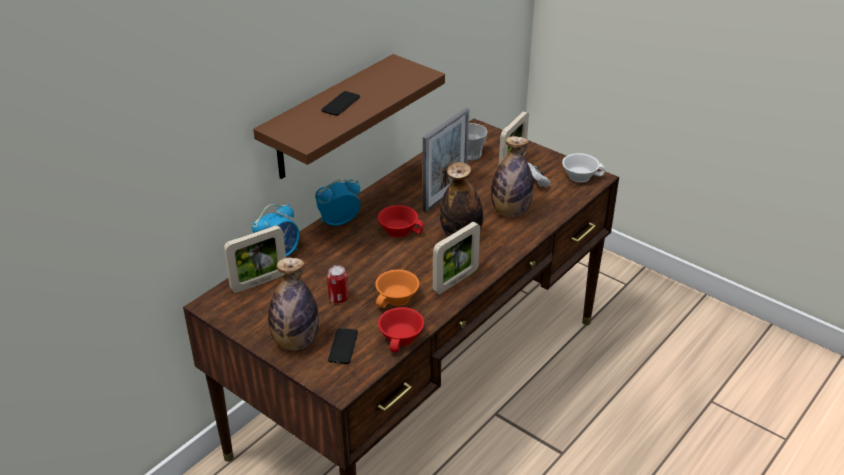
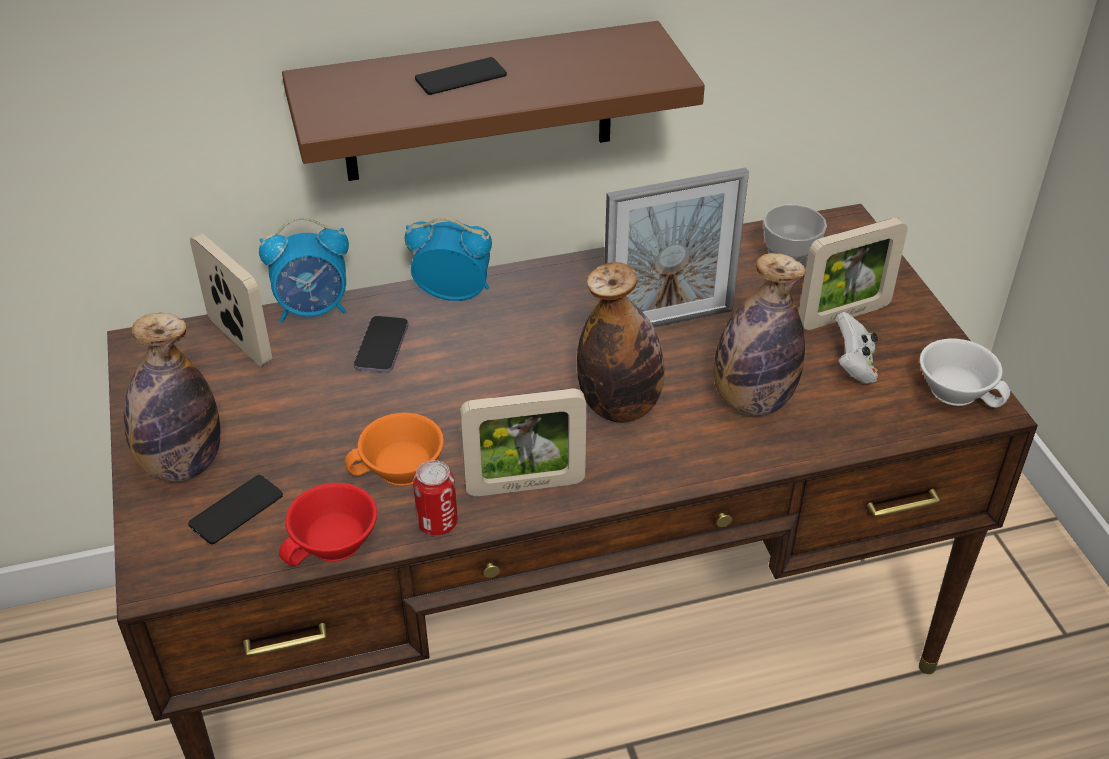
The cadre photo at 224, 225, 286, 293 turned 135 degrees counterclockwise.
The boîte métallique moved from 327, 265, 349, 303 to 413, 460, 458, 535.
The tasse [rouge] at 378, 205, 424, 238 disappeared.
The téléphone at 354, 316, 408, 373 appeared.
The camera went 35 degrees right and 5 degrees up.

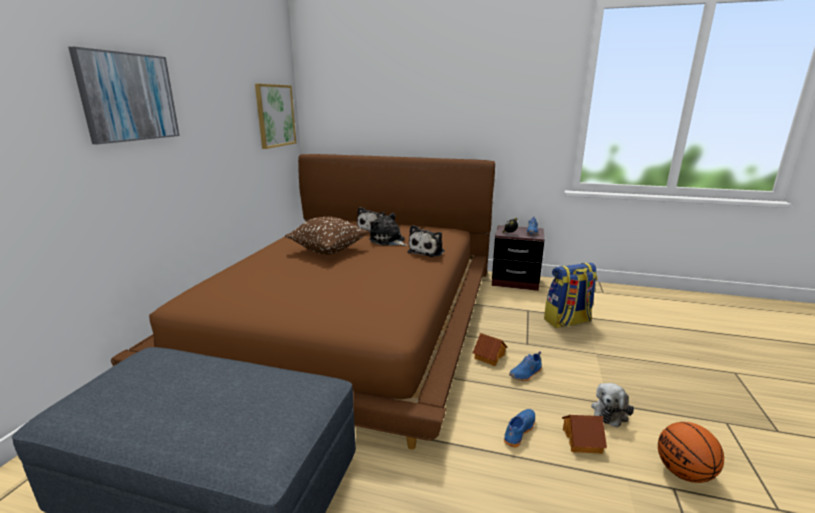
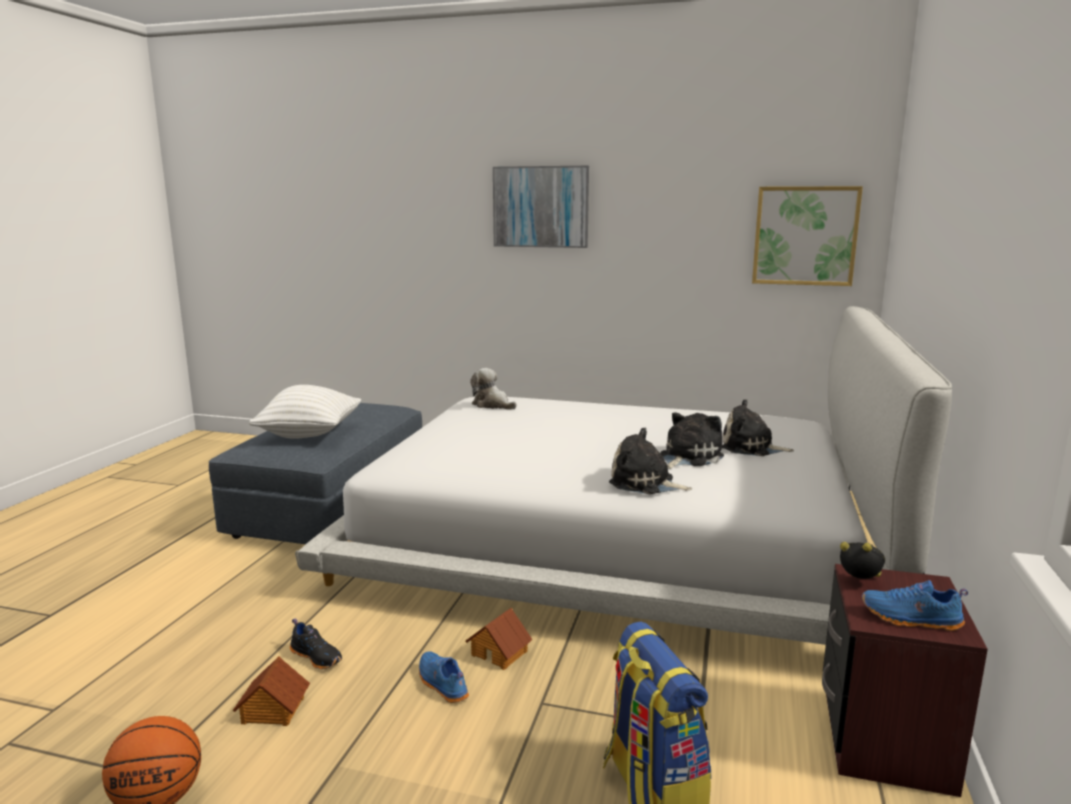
The lit [marron] at 111, 154, 495, 450 became the lit [blanc] at 295, 306, 952, 645.
The coussin [marron] at 285, 217, 369, 255 disappeared.
The chaussure [bleu] at 504, 409, 535, 447 became the chaussure [noir] at 290, 619, 342, 669.
The peluche moved from 591, 383, 634, 428 to 470, 368, 517, 410.
The coussin [blanc] at 249, 385, 361, 439 appeared.
The camera went 90 degrees right and 5 degrees down.

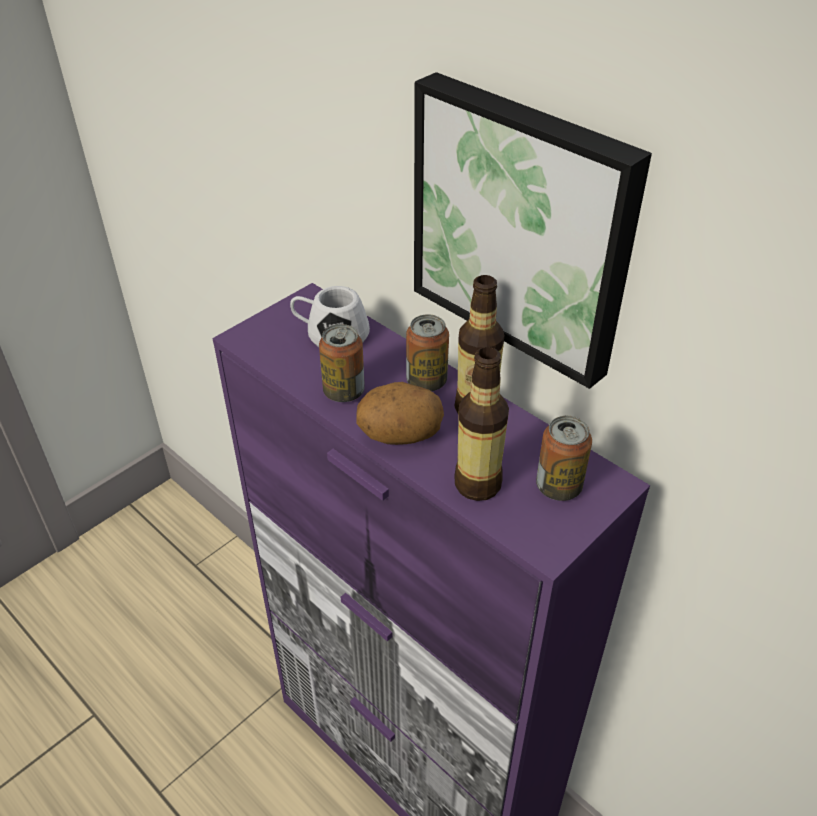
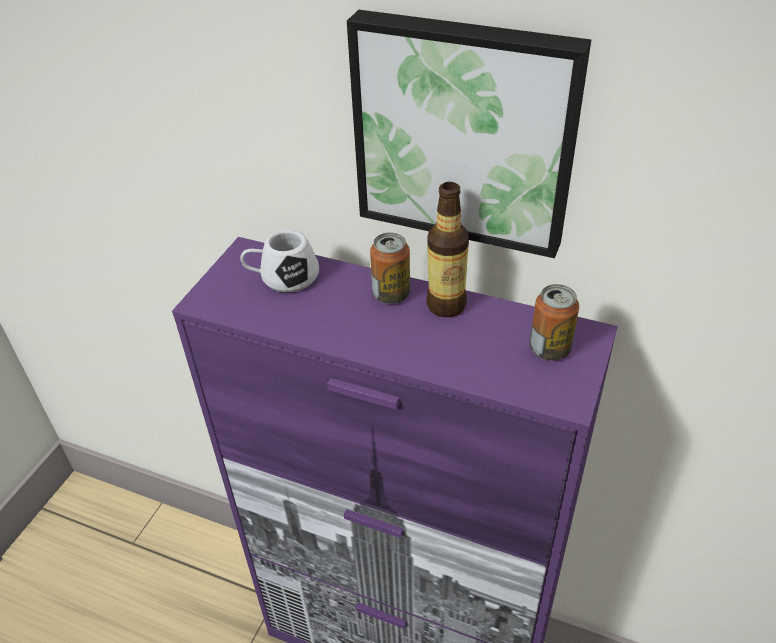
The boîte métallique at 319, 324, 365, 402 disappeared.
The pomme de terre at 356, 382, 444, 445 disappeared.
The bouteille at 454, 347, 509, 501 disappeared.
The camera went 20 degrees left and 0 degrees up.

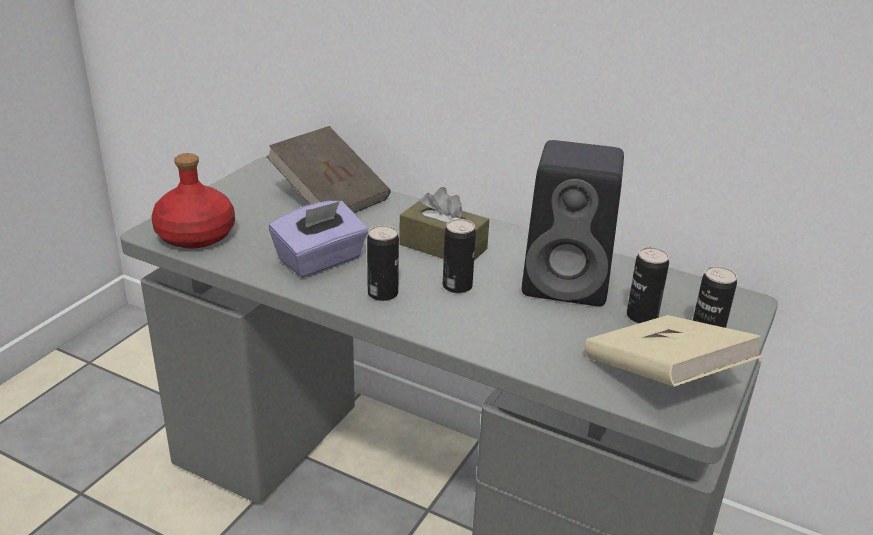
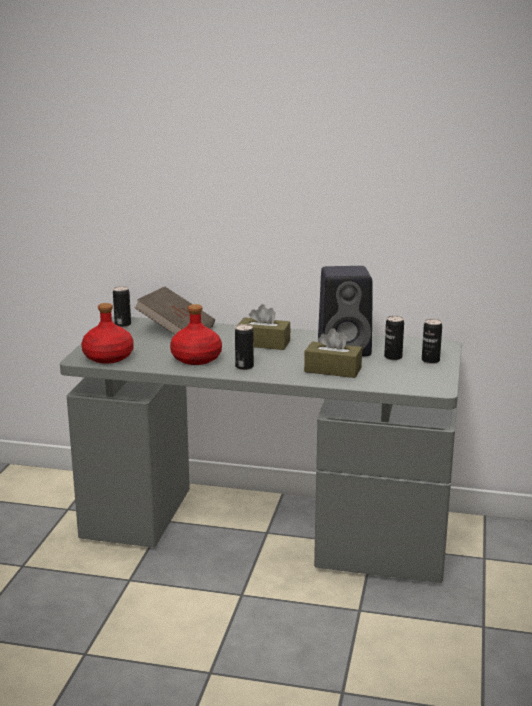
The boîte à mouchoirs [violet] at 269, 201, 368, 278 was replaced by the bouteille [rouge] at 170, 304, 222, 365.
The boîte métallique moved from 443, 219, 476, 293 to 113, 286, 131, 327.
The livre [beige] at 585, 315, 762, 387 disappeared.
The boîte à mouchoirs [marron] at 304, 328, 362, 378 appeared.
The camera went 15 degrees left and 10 degrees down.

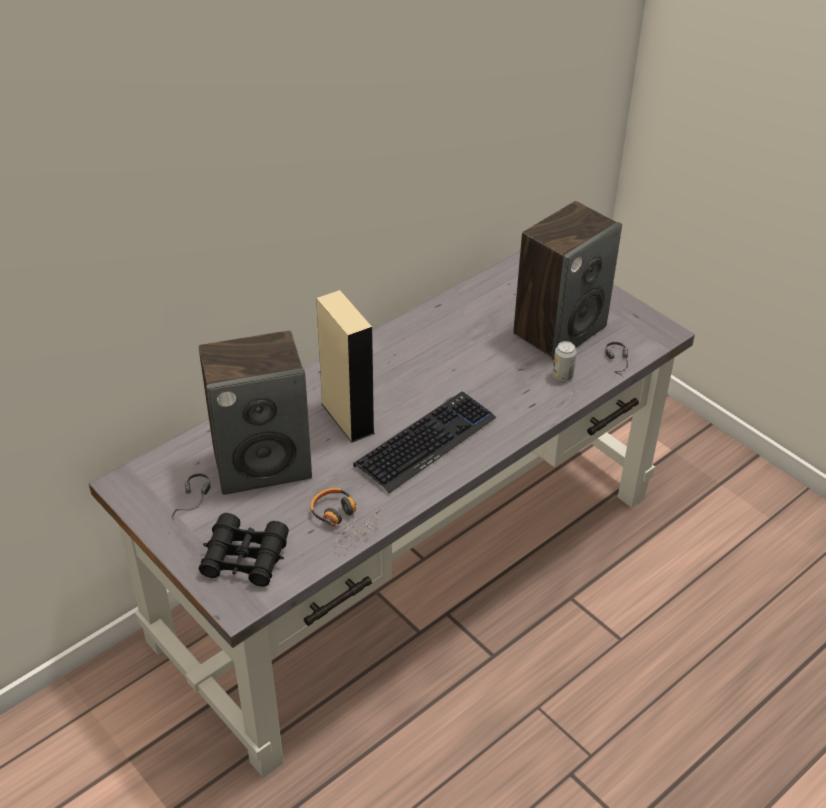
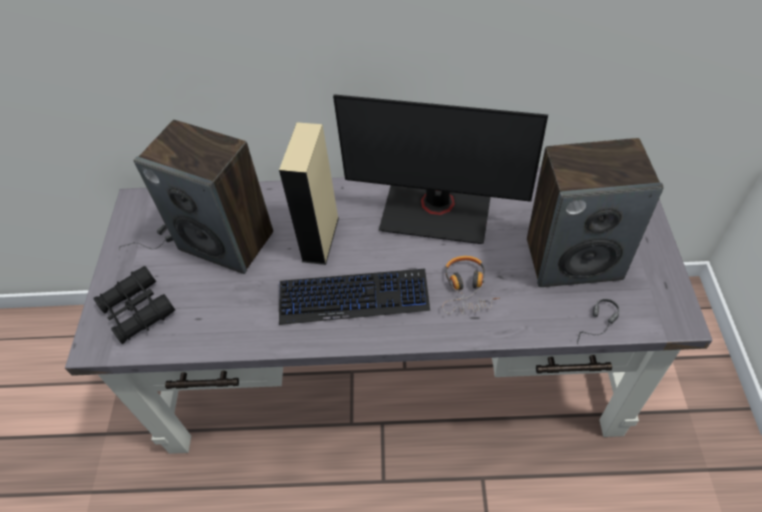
The casque audio moved from 310, 488, 381, 548 to 442, 256, 500, 314.
The boîte métallique at 552, 341, 577, 382 disappeared.
The écran d'ordinateur at 333, 94, 548, 244 appeared.
The camera went 45 degrees right and 10 degrees up.

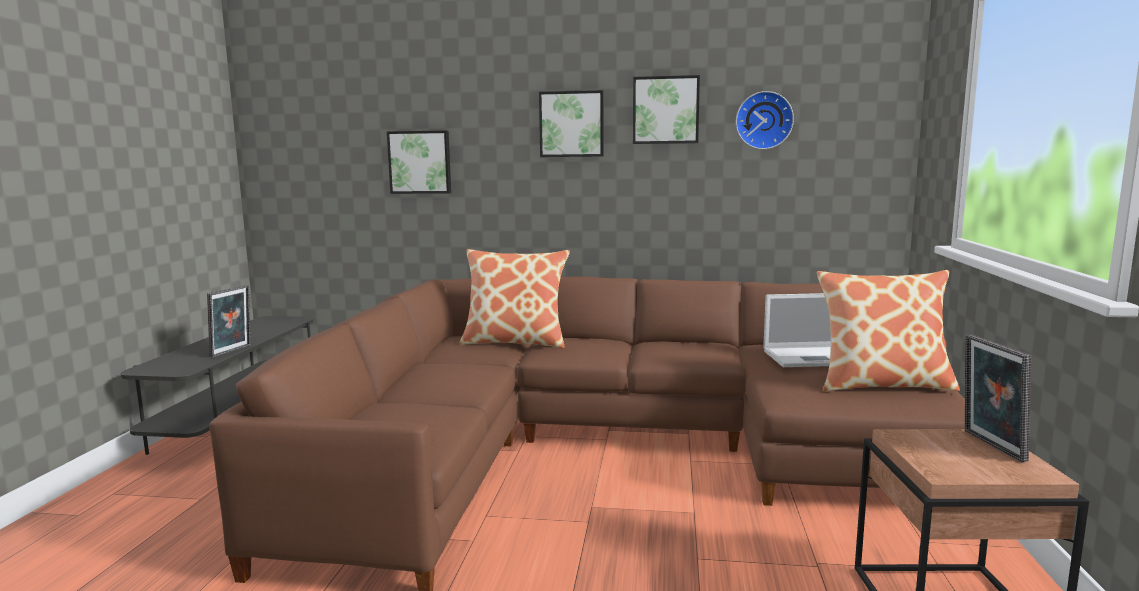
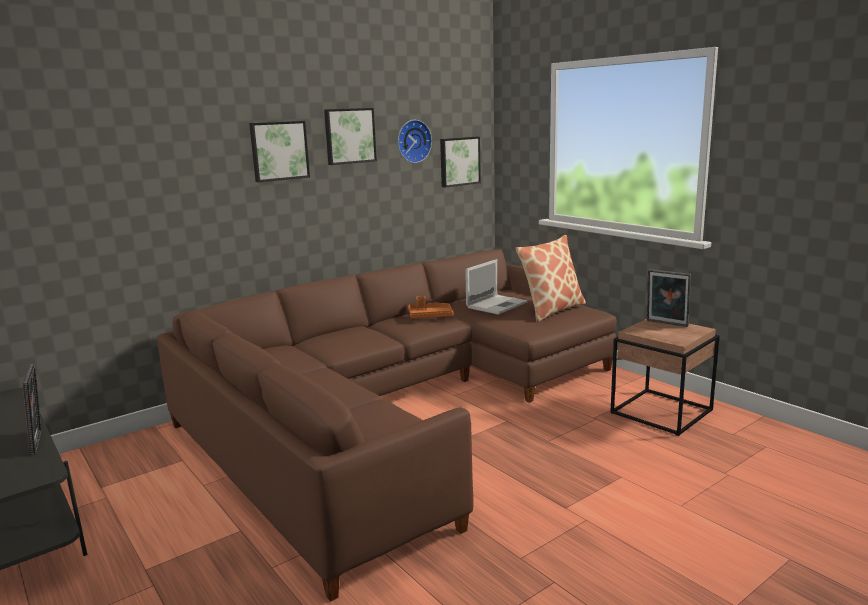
The tableau moved from 387, 130, 451, 194 to 440, 137, 481, 187.
The coussin at 459, 249, 570, 348 disappeared.
The plateau [orange] at 408, 296, 453, 319 appeared.
The camera went 45 degrees left and 5 degrees up.

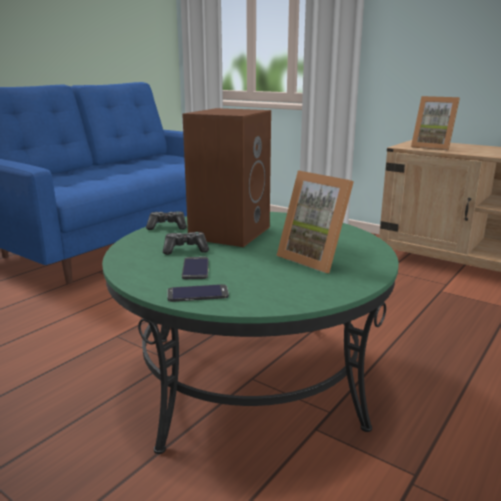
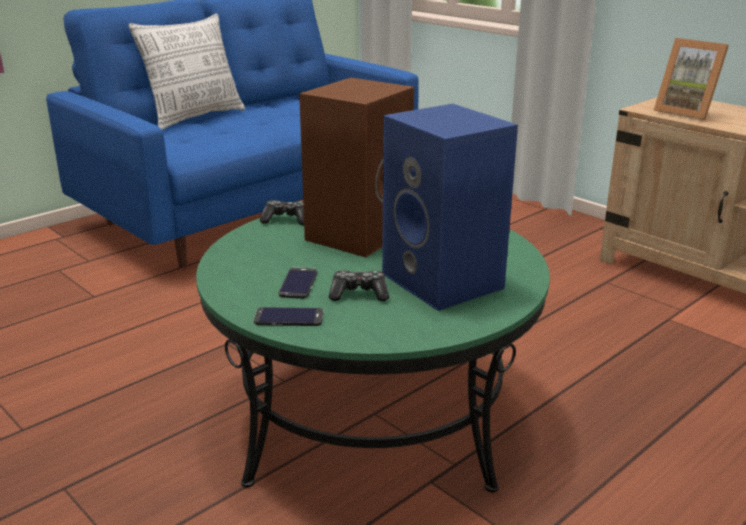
The manette moved from 163, 232, 209, 255 to 329, 270, 389, 301.
The cadre photo at 276, 170, 354, 273 was replaced by the enceinte [bleu] at 382, 104, 518, 311.
The coussin at 129, 14, 245, 130 appeared.
The camera went 10 degrees right and 5 degrees up.

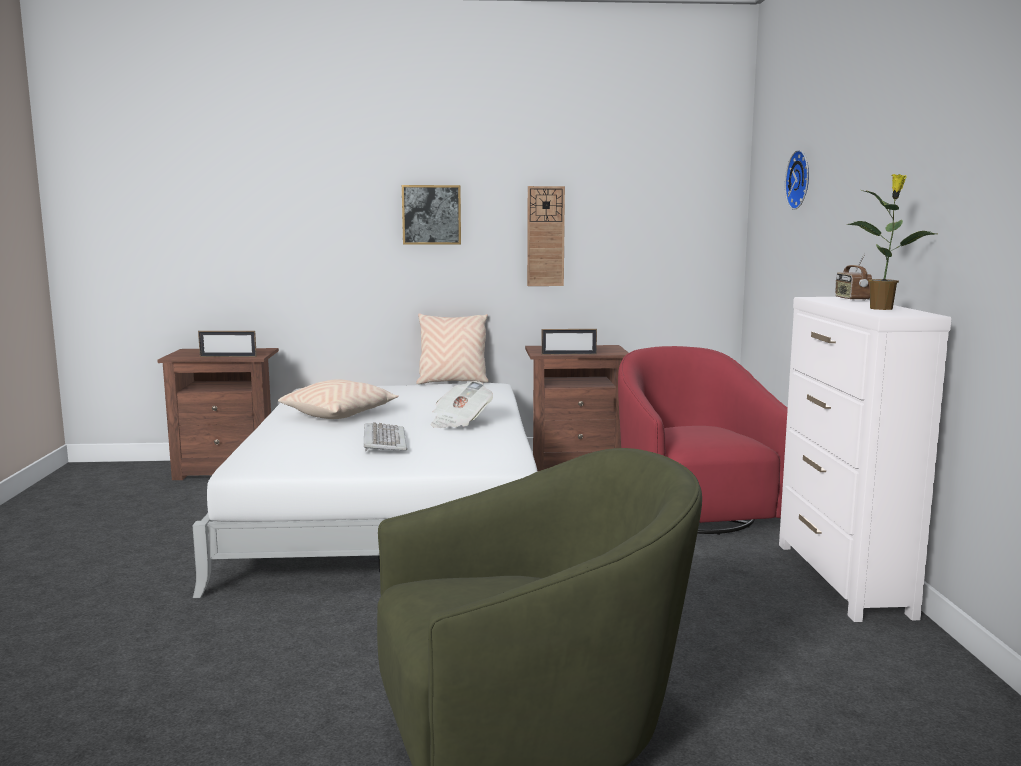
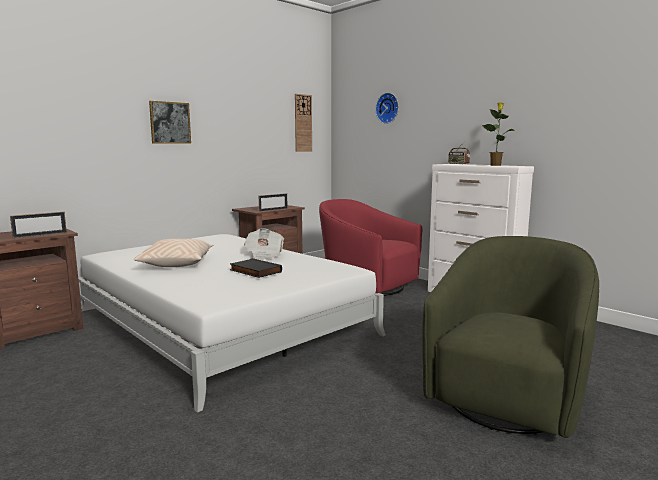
The clavier at 364, 422, 407, 451 was replaced by the livre [noir] at 230, 258, 282, 278.
The coussin [beige] at 416, 313, 489, 384 disappeared.
The horloge murale moved from 527, 186, 565, 286 to 295, 94, 312, 152.
The camera went 40 degrees left and 0 degrees up.

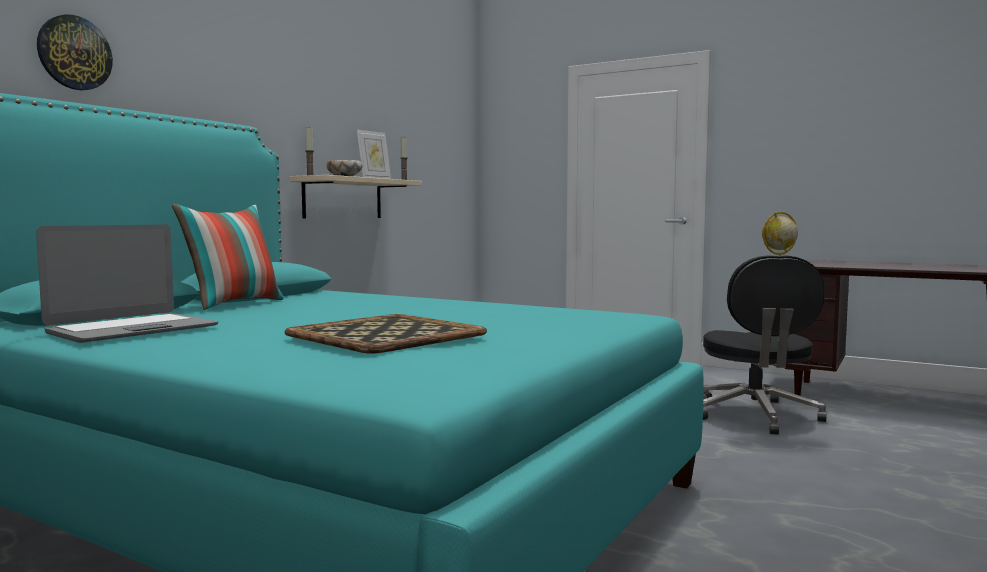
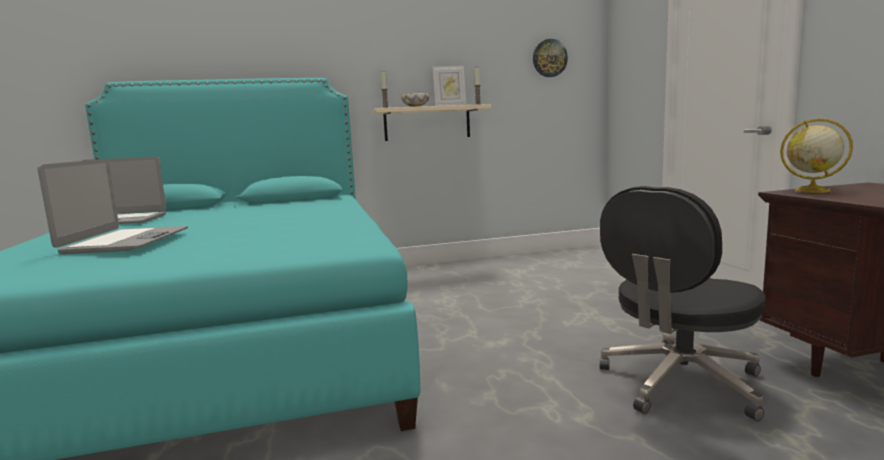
The horloge murale moved from 37, 15, 113, 90 to 533, 39, 568, 77.
The coussin at 172, 204, 284, 310 disappeared.
The plateau at 285, 314, 487, 354 was replaced by the ordinateur portable at 37, 159, 188, 254.
The camera went 45 degrees right and 5 degrees up.

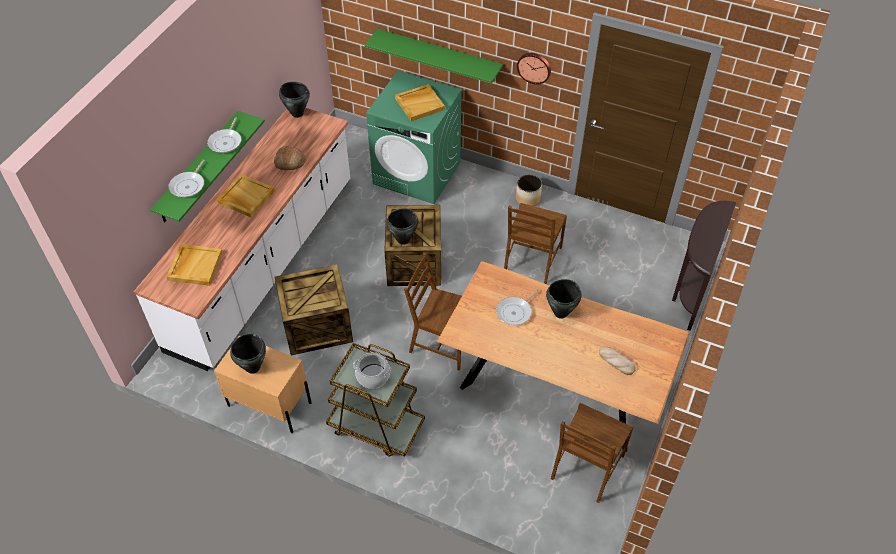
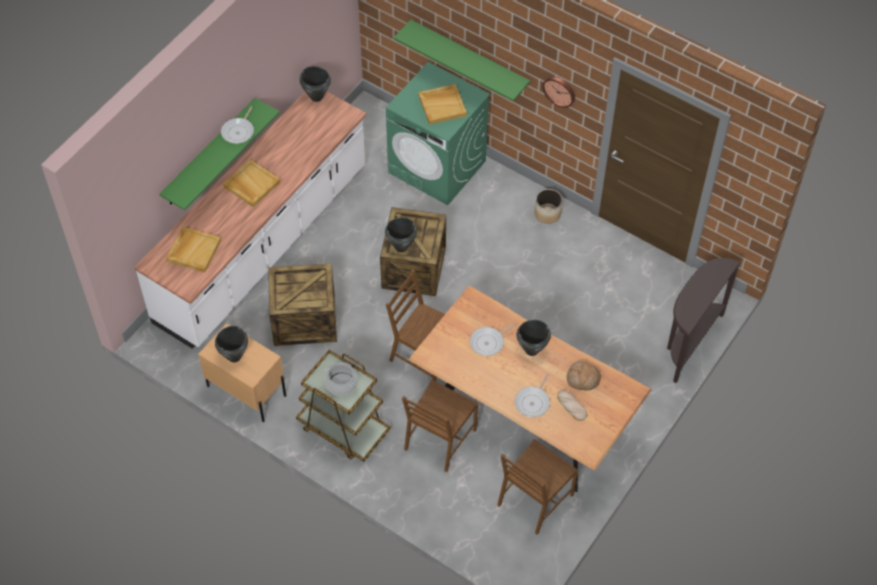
The poêle moved from 169, 160, 205, 197 to 515, 373, 550, 417.
The pain moved from 274, 146, 306, 170 to 567, 361, 601, 390.
The chaise [marron] moved from 504, 203, 567, 284 to 402, 380, 478, 472.
The camera went 10 degrees right and 5 degrees up.

